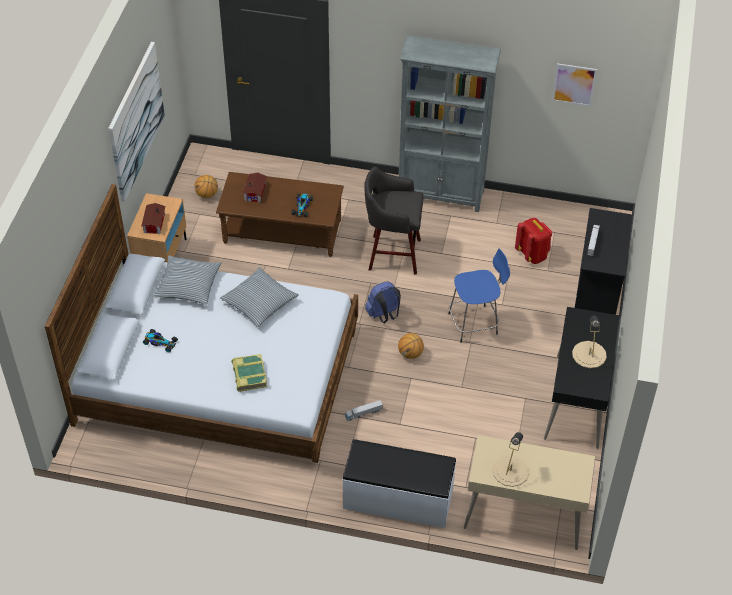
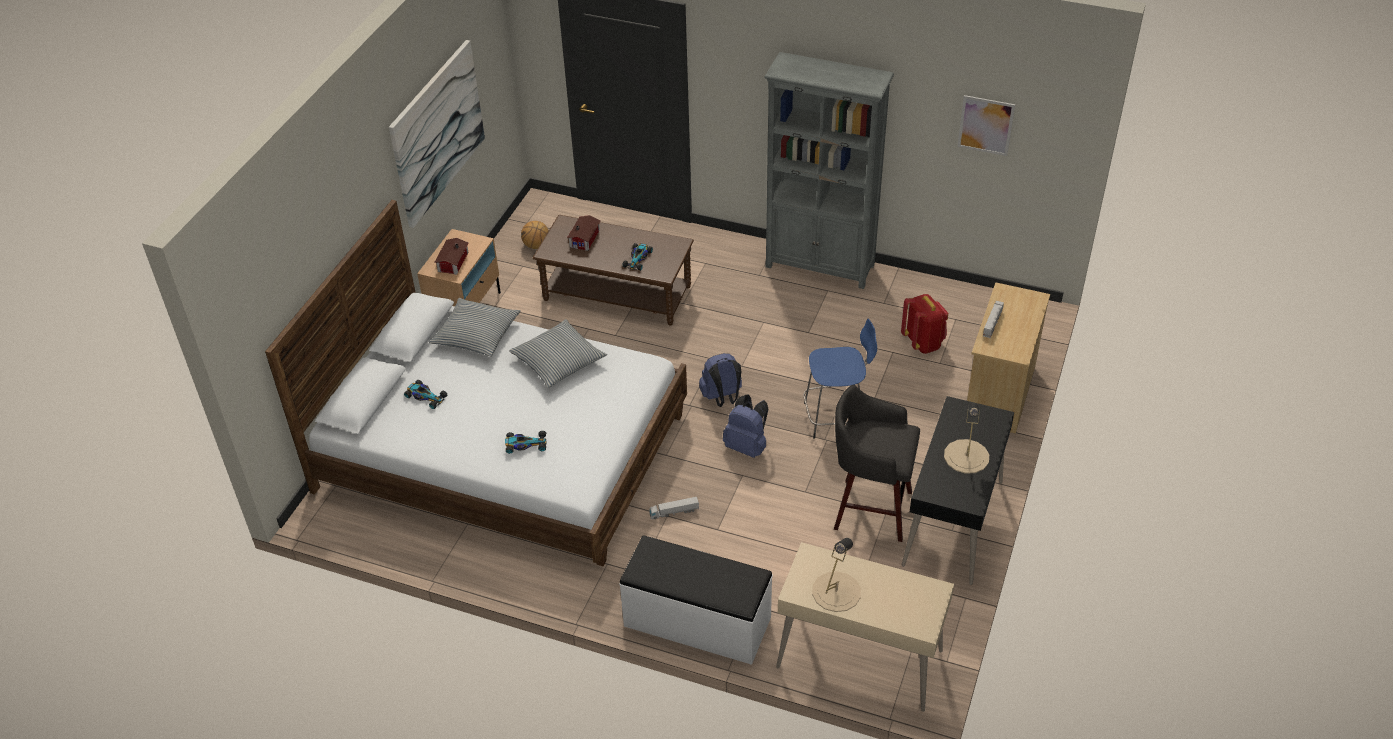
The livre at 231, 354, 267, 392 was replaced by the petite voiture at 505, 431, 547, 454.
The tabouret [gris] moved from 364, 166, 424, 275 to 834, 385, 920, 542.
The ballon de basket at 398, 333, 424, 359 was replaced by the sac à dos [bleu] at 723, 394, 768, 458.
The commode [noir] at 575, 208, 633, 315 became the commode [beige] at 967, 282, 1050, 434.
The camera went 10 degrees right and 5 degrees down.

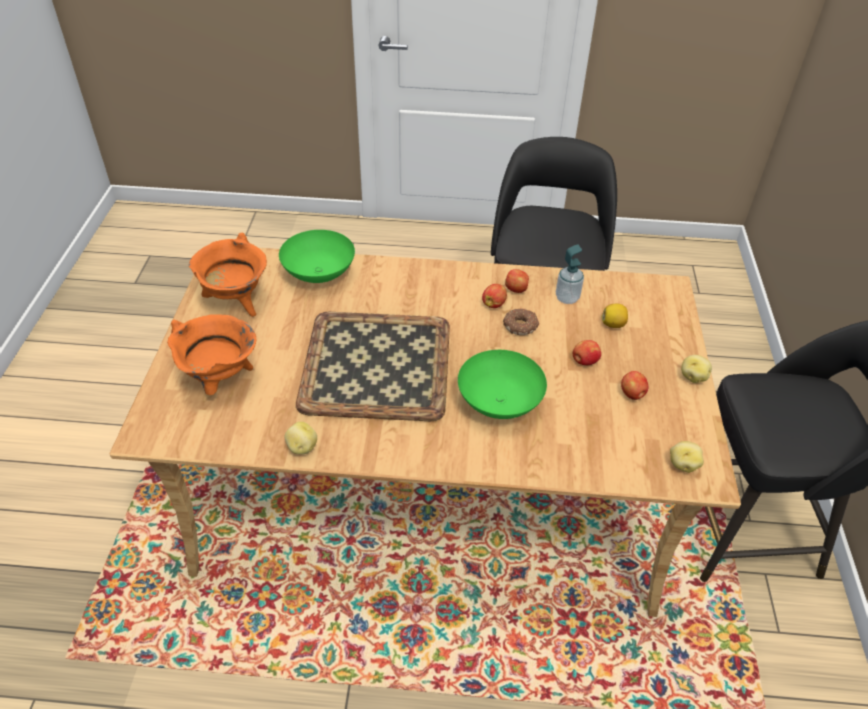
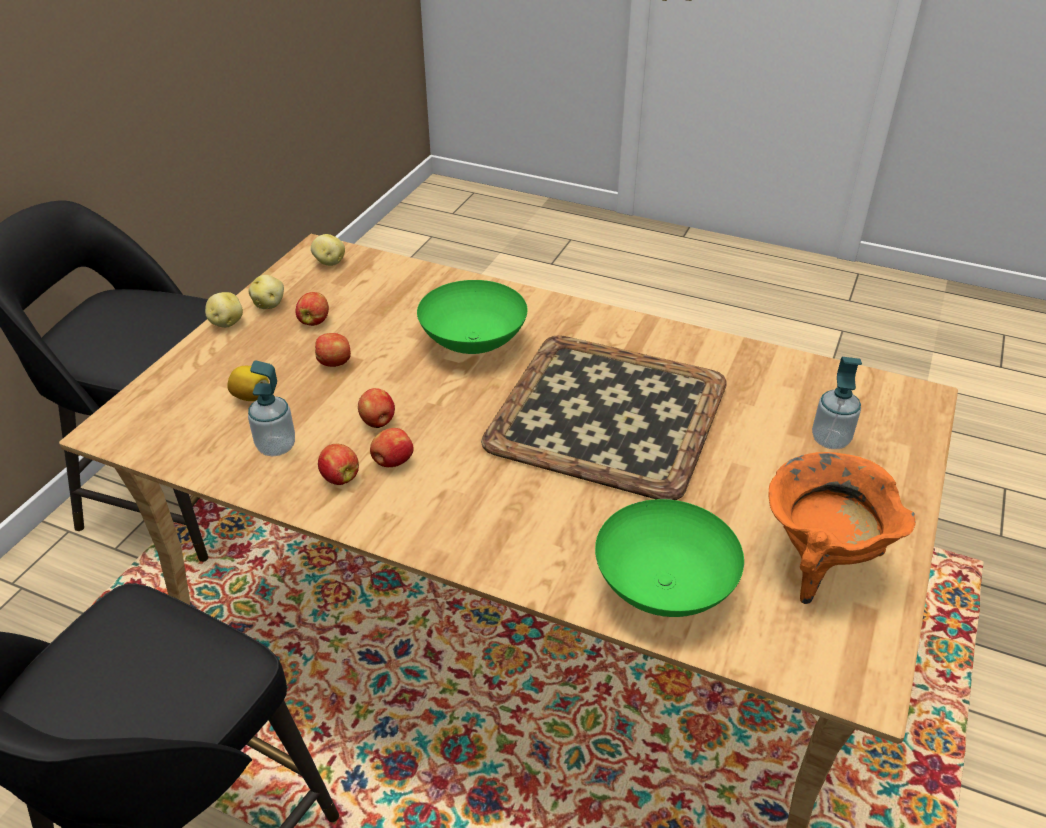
The marmite [orange] at 167, 314, 256, 395 was replaced by the distributeur de savon at 812, 357, 862, 449.
The pomme de terre moved from 285, 422, 317, 454 to 248, 275, 284, 309.
The beignet at 503, 308, 539, 335 was replaced by the pomme at 358, 388, 395, 428.
The camera went 160 degrees left and 5 degrees down.

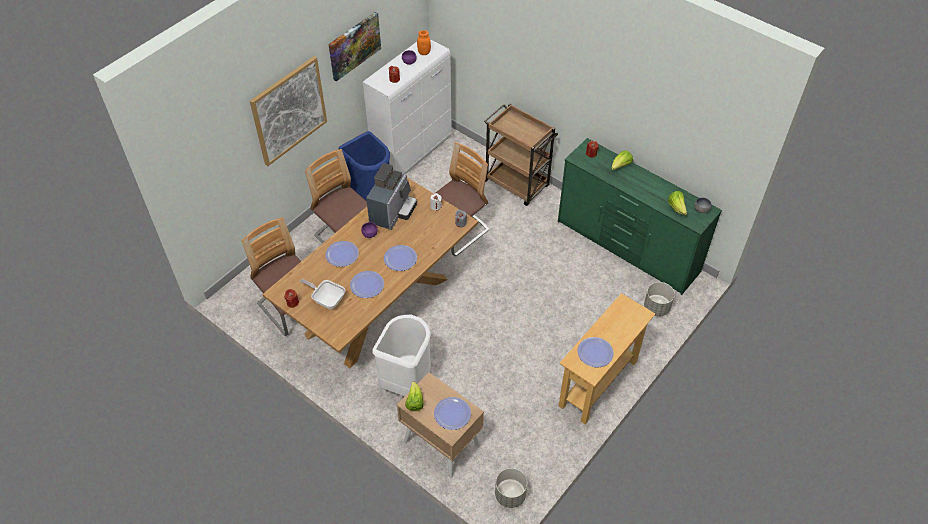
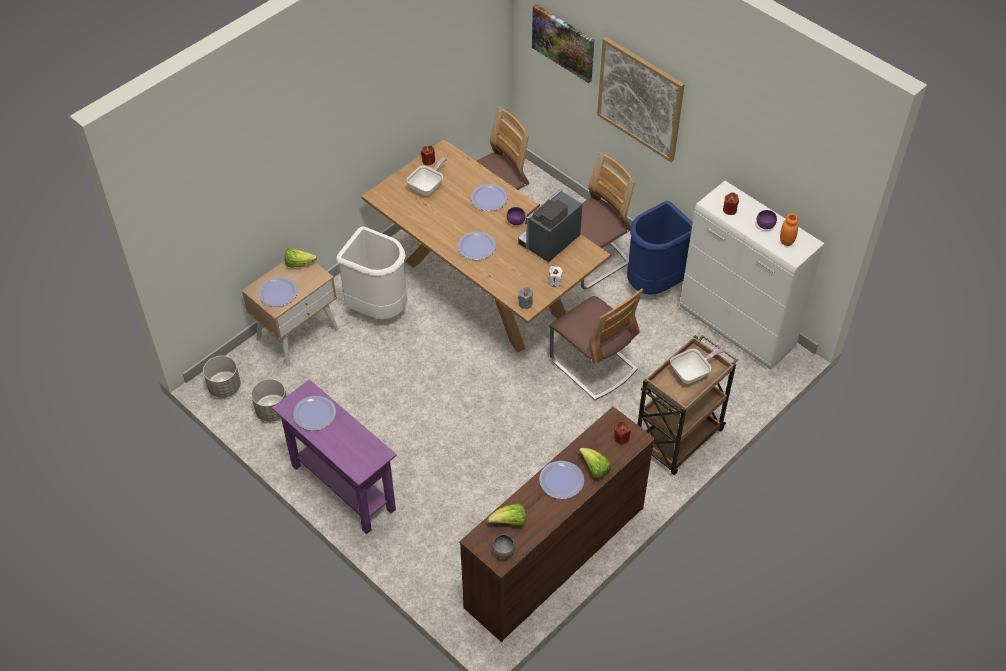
The tableau moved from 329, 12, 381, 81 to 532, 5, 594, 83.
The assiette moved from 350, 271, 384, 298 to 539, 461, 584, 499.
The machine à café at 366, 163, 417, 230 turned 105 degrees clockwise.
The commode [vert] at 558, 138, 722, 295 became the commode [marron] at 459, 407, 654, 642.
The table console [beige] at 559, 293, 655, 424 became the table console [violet] at 272, 379, 397, 534.
The cache-pot [gris] moved from 644, 282, 675, 316 to 251, 379, 286, 422.
The poêle at 670, 348, 726, 384 appeared.
The camera went 95 degrees right and 0 degrees up.

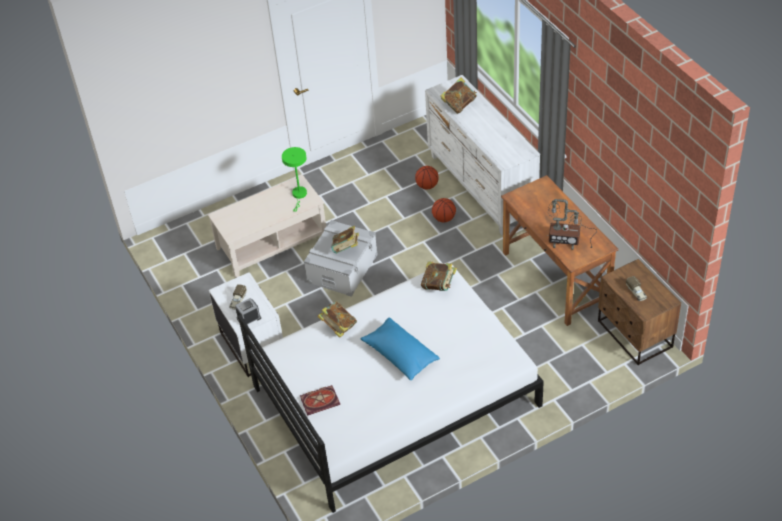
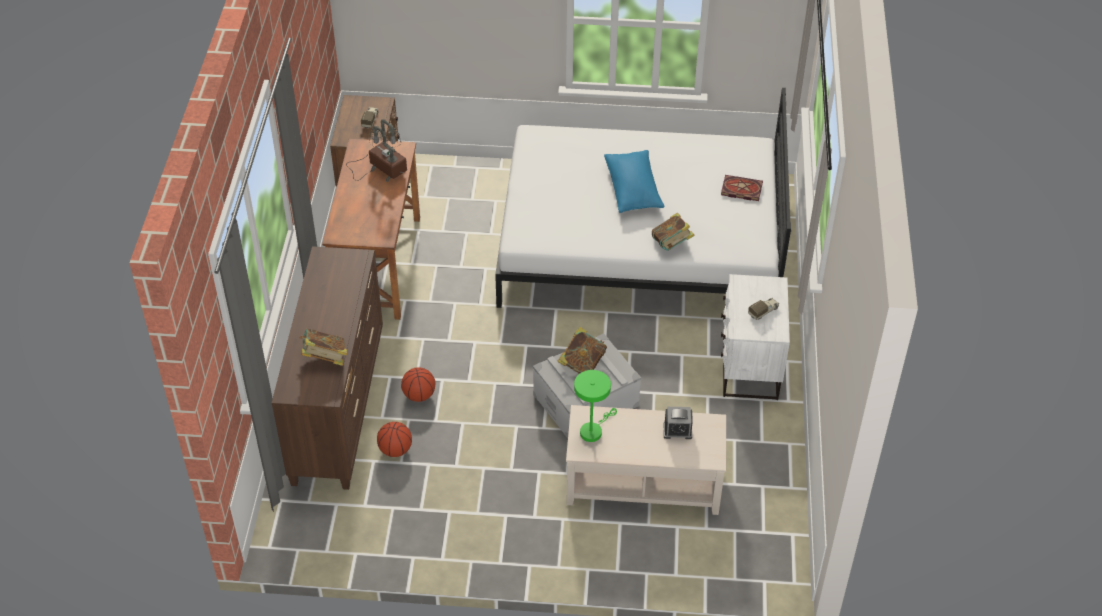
The réveil moved from 235, 298, 261, 325 to 663, 407, 693, 439.
The livre at 421, 261, 457, 291 disappeared.
The commode [blanc] at 425, 75, 540, 236 became the commode [marron] at 272, 246, 383, 490.
The camera went 150 degrees left and 0 degrees up.

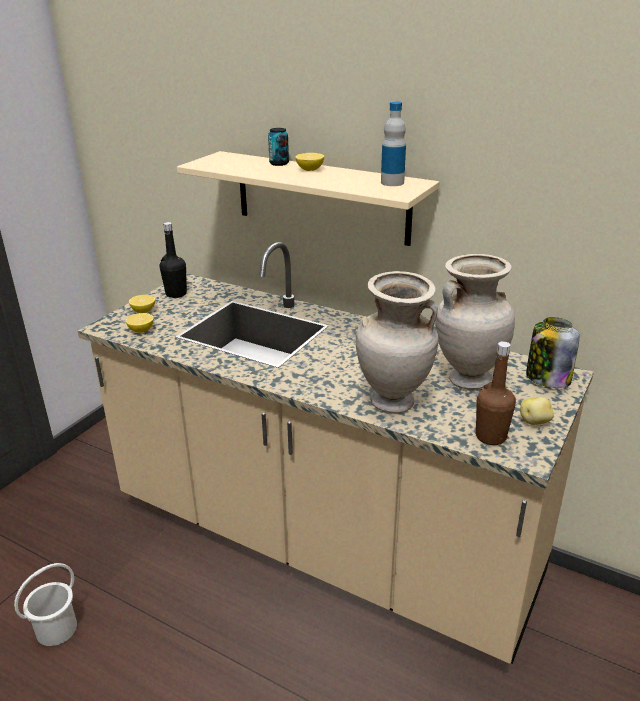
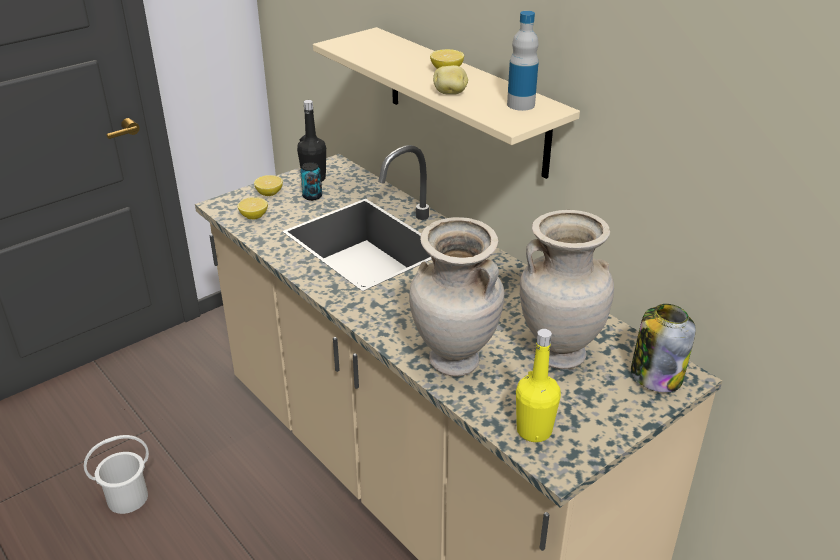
The boîte métallique moved from 268, 128, 289, 166 to 300, 162, 322, 201.
The bouteille [marron] at 476, 341, 516, 445 became the bouteille [jaune] at 516, 329, 561, 442.
The pomme de terre moved from 520, 397, 554, 425 to 433, 65, 468, 95.
The camera went 20 degrees right and 5 degrees up.

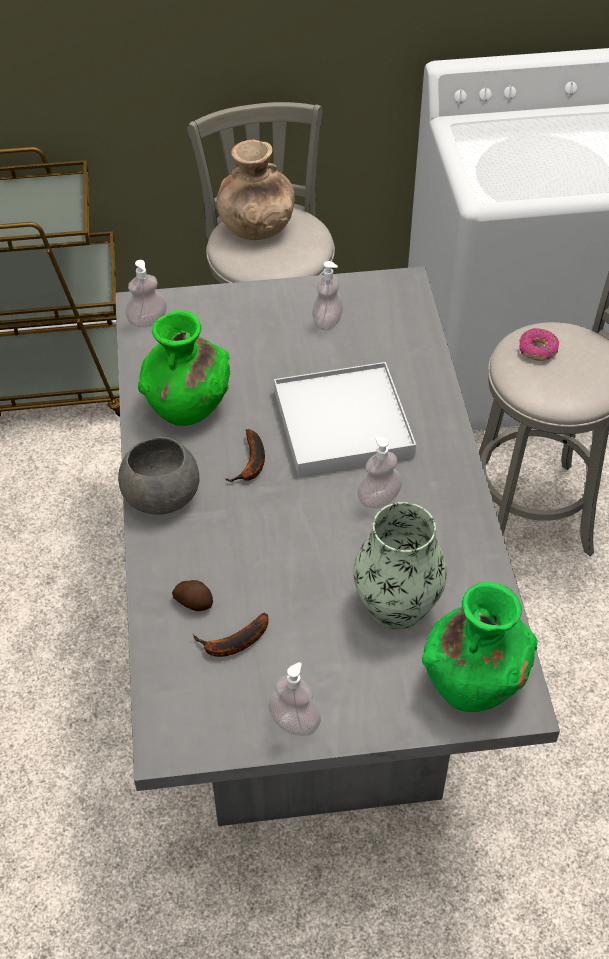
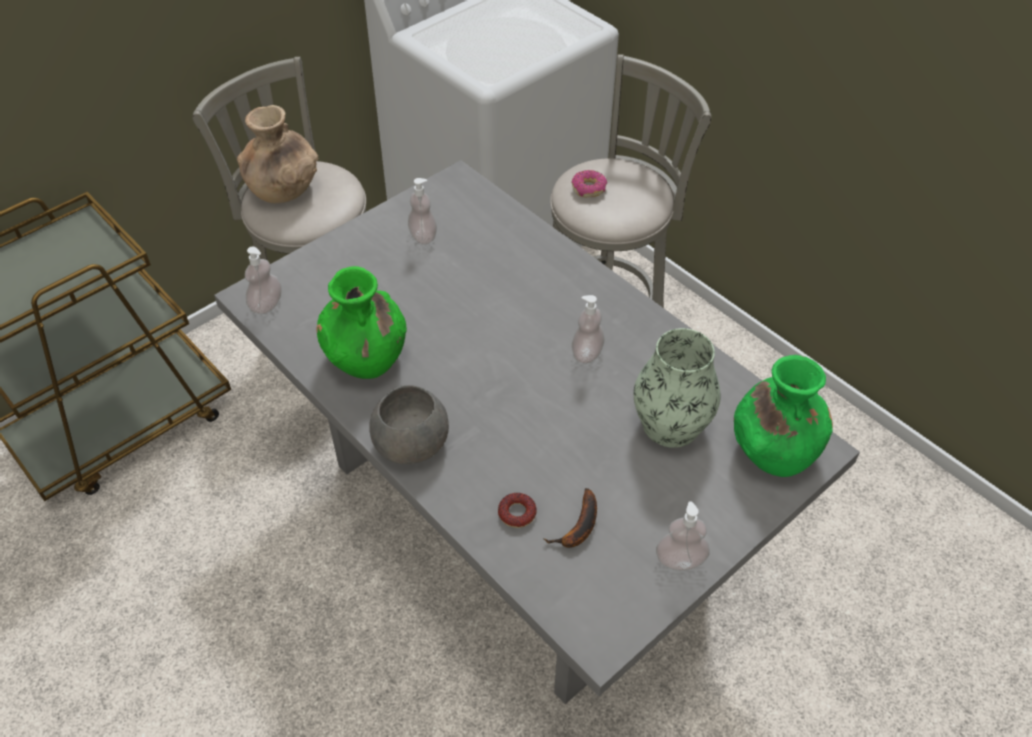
The pomme de terre at 172, 580, 213, 611 was replaced by the beignet at 498, 493, 537, 528.
The banane at 225, 429, 265, 482 disappeared.
The plateau [blanc] at 274, 362, 416, 476 disappeared.
The camera went 35 degrees left and 0 degrees up.

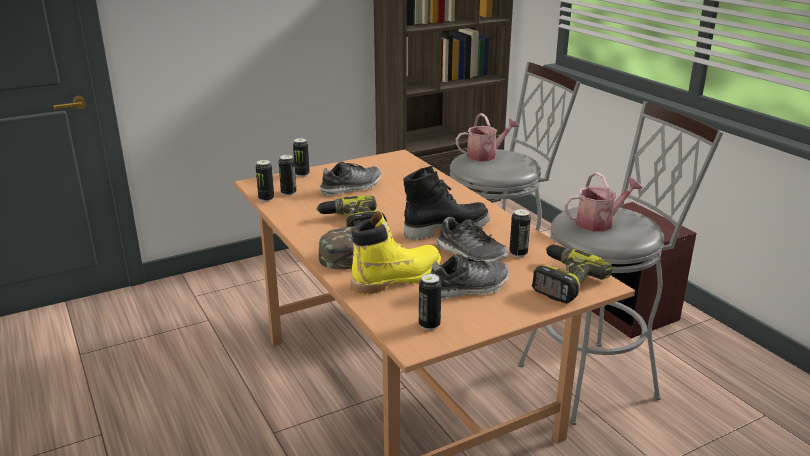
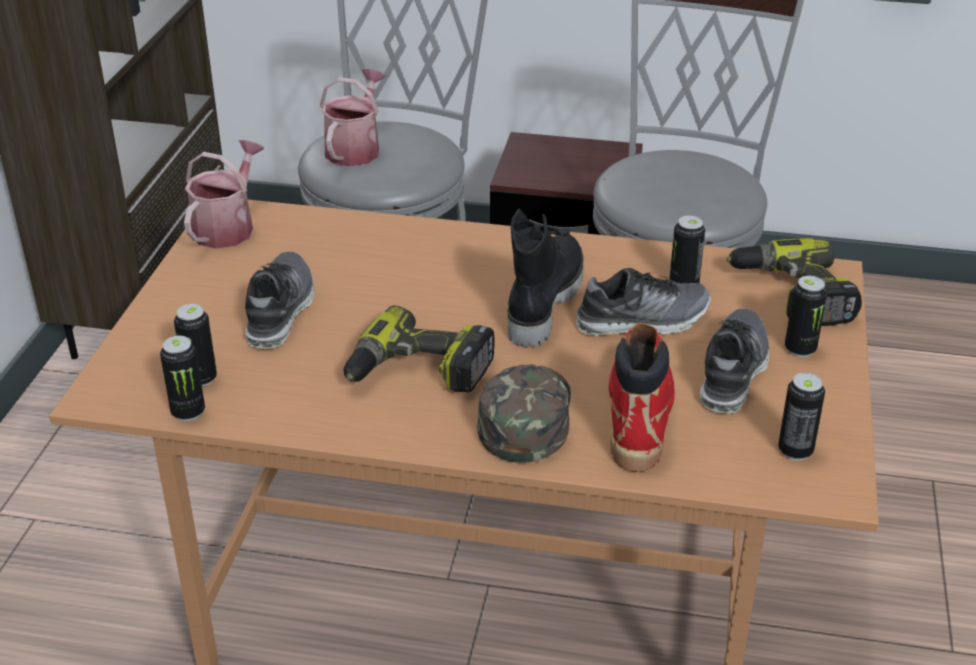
The boîte métallique moved from 293, 138, 310, 177 to 785, 276, 827, 357.
The botte [jaune] at 351, 212, 441, 294 became the botte [rouge] at 609, 323, 675, 472.
The arrosoir moved from 564, 172, 643, 232 to 184, 140, 264, 249.
The camera went 50 degrees left and 10 degrees up.

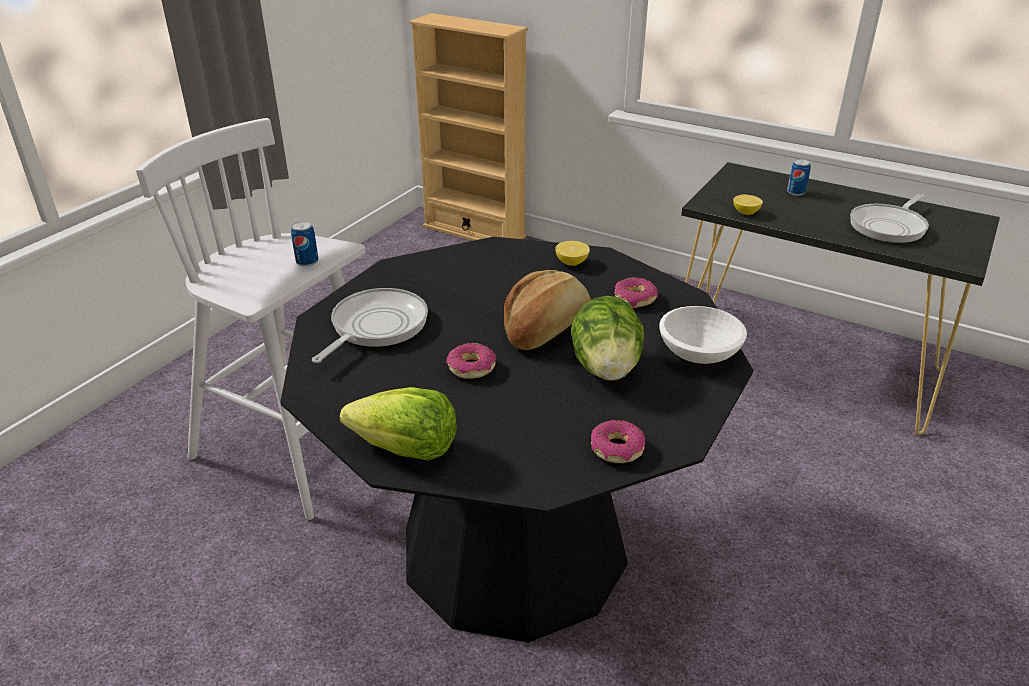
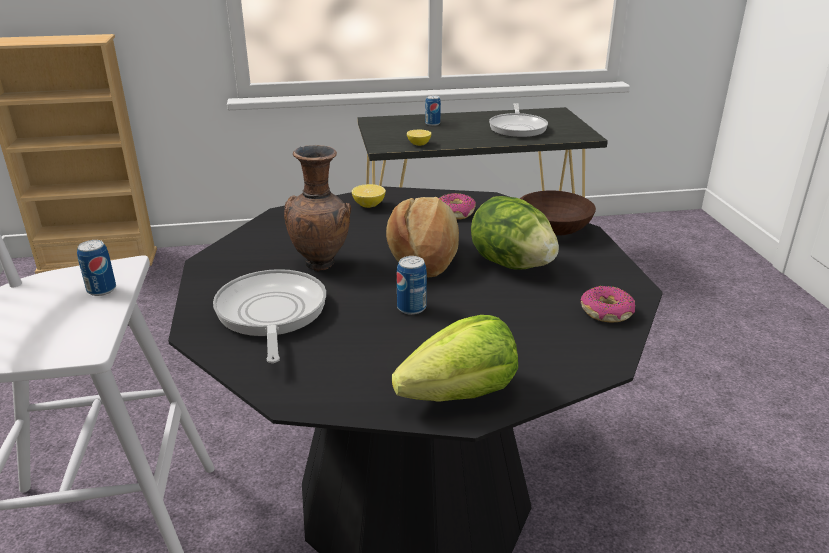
The beignet at 446, 343, 496, 379 was replaced by the boîte métallique at 397, 256, 427, 315.
The bol [blanc] at 659, 306, 747, 364 became the bol [marron] at 520, 191, 596, 236.
The vase [marron] at 284, 145, 351, 272 appeared.
The camera went 40 degrees left and 5 degrees down.

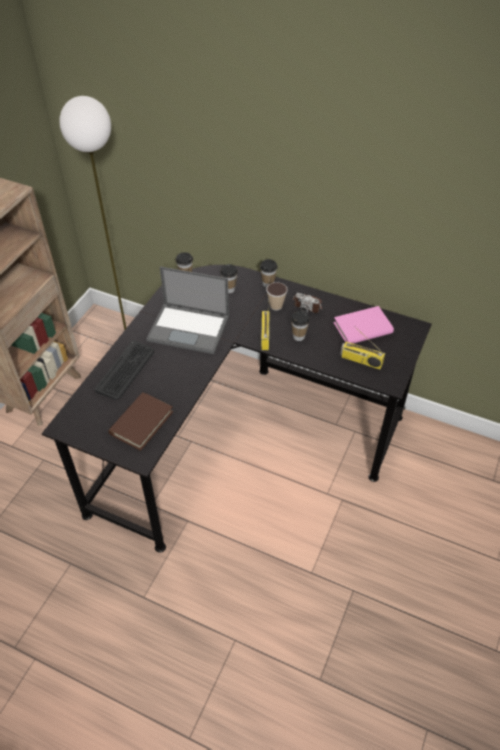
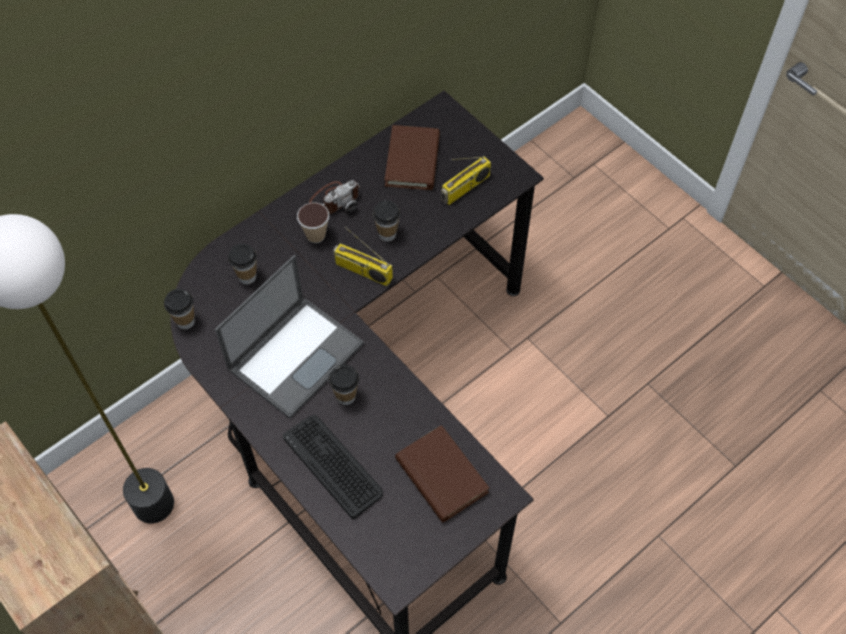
The tasse moved from 260, 259, 278, 288 to 329, 365, 359, 405.
The livre [rose] at 333, 306, 394, 344 became the livre [marron] at 385, 125, 440, 190.
The camera went 65 degrees left and 10 degrees up.

